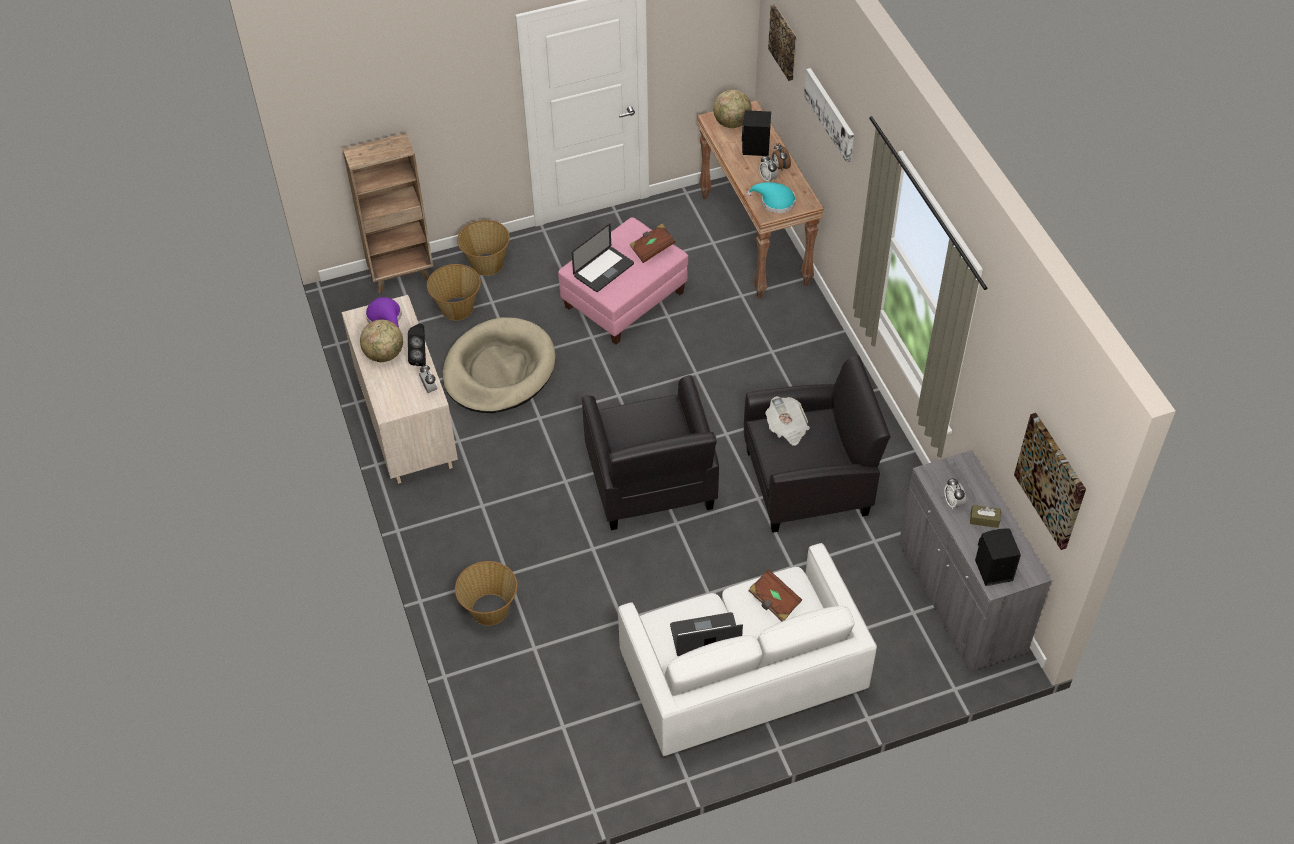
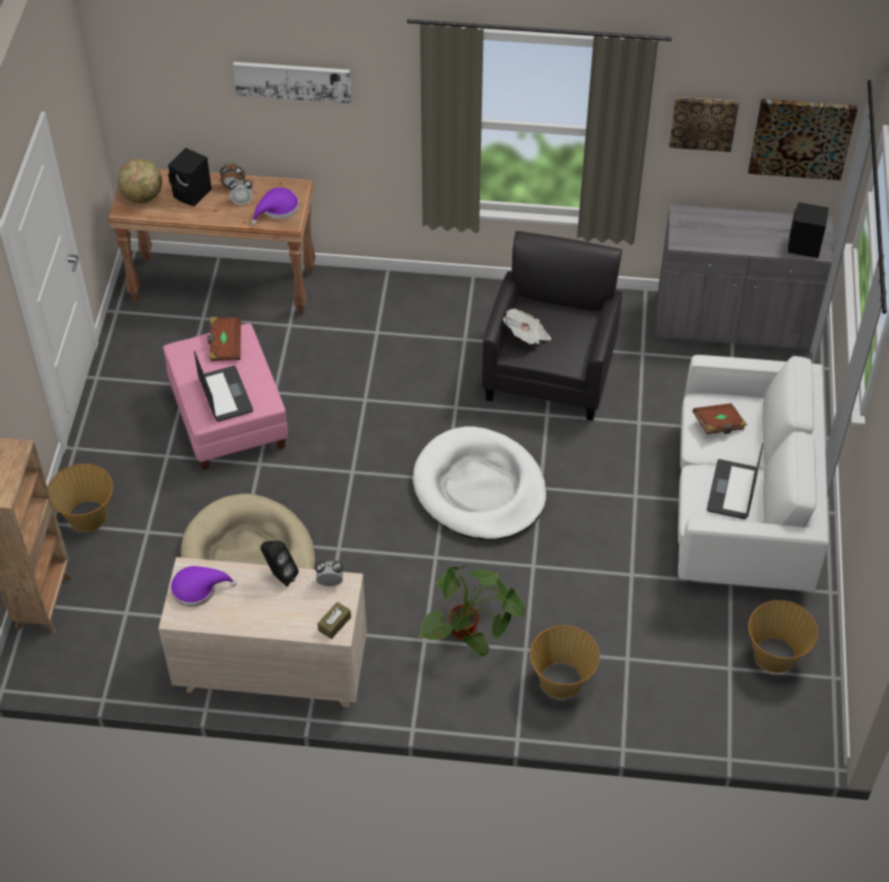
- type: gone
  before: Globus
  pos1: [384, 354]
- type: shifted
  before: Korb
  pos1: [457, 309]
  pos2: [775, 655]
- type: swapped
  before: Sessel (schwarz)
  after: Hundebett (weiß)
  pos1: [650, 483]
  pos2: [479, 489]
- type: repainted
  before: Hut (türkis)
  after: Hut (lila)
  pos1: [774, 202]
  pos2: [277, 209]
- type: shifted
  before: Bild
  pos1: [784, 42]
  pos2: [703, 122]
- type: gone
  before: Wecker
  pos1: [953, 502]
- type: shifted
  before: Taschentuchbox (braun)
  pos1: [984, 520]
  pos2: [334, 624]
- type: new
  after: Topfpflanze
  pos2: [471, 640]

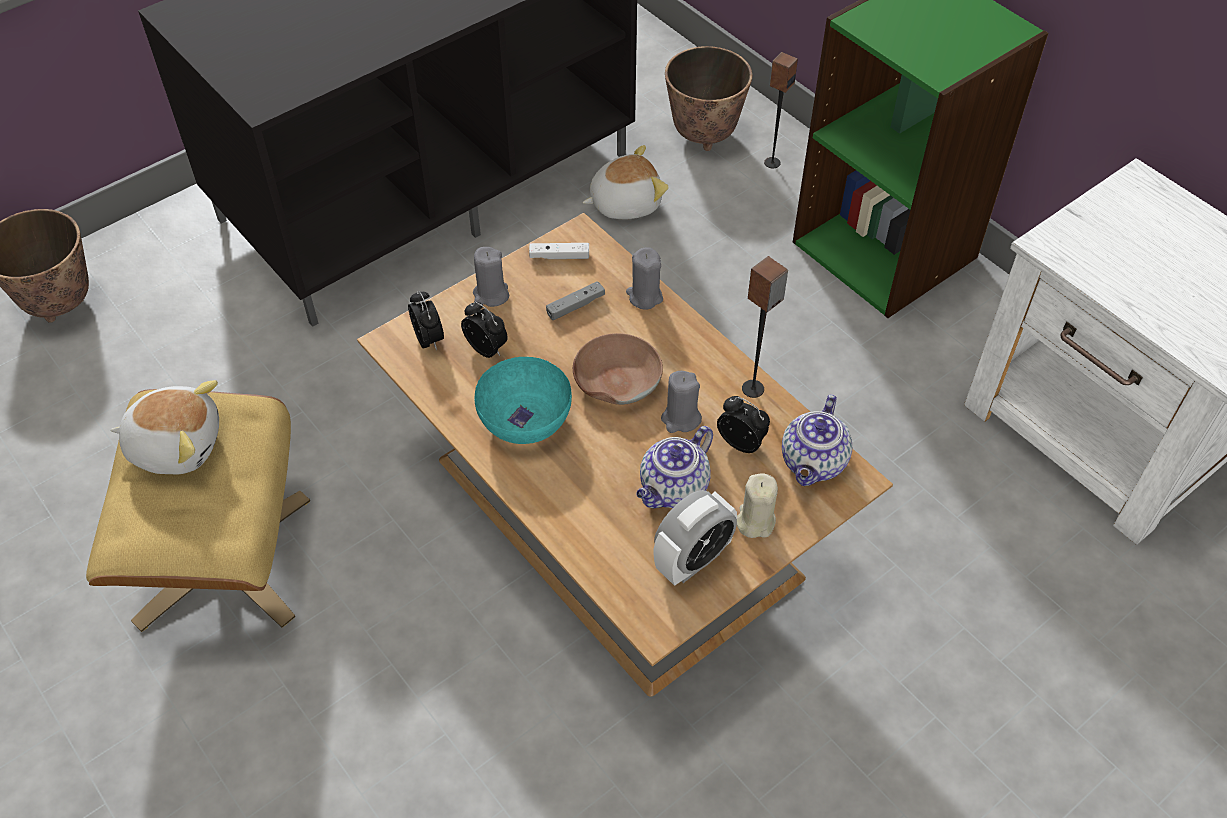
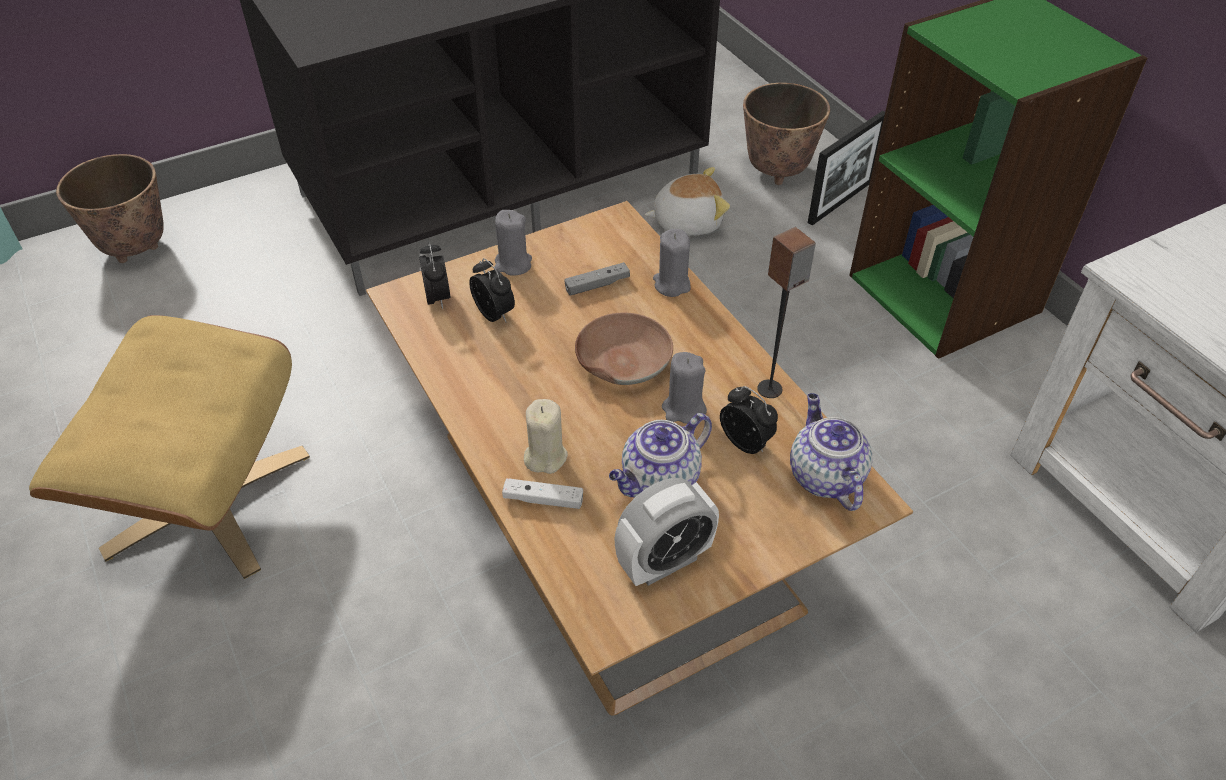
- type: gone
  before: Plüschtier
  pos1: [176, 444]
- type: gone
  before: Schüssel (türkis)
  pos1: [524, 421]
- type: shifted
  before: Gamepad (weiß)
  pos1: [559, 256]
  pos2: [543, 499]
- type: shifted
  before: Kerze (beige)
  pos1: [755, 521]
  pos2: [545, 456]
- type: swapped
  before: Lautsprecher
  after: Bilderrahmen
  pos1: [772, 162]
  pos2: [840, 202]
- type: rotated
  before: Teekanne
  pos1: [813, 463]
  pos2: [824, 476]
  turn: 135

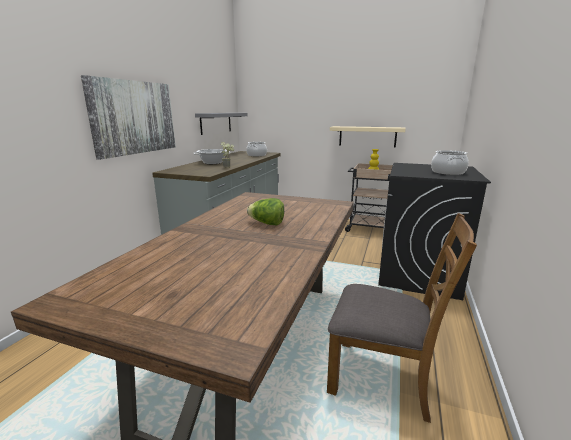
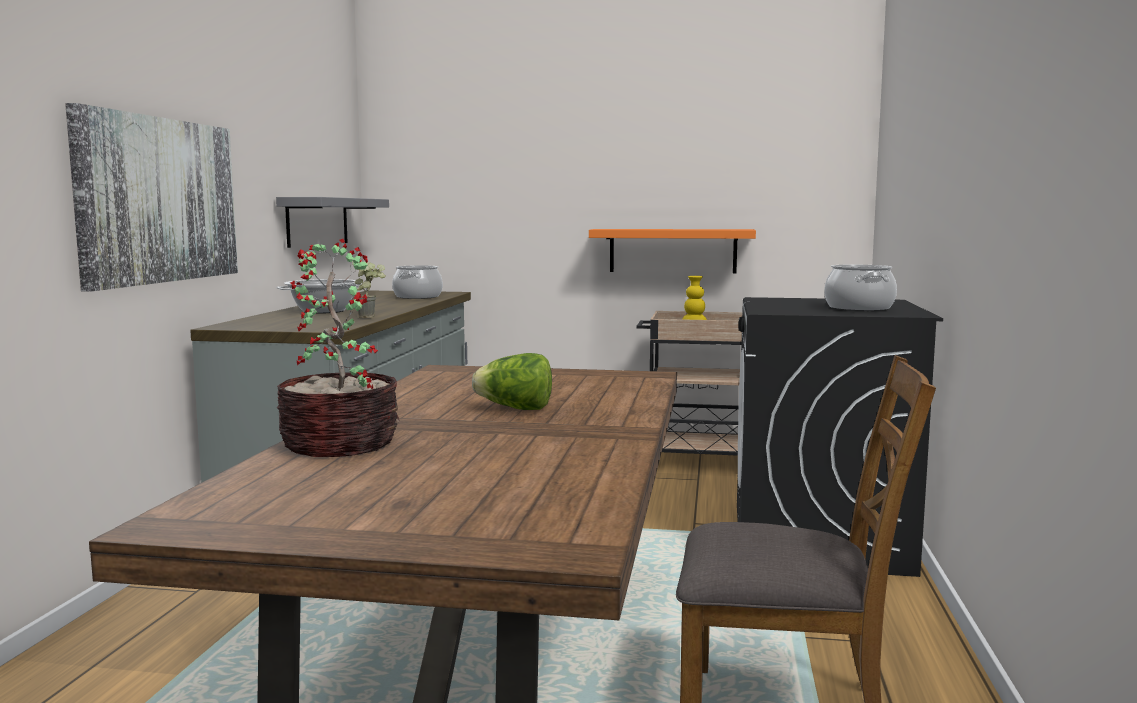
- type: repainted
  before: Wandregal (beige)
  after: Wandregal (orange)
  pos1: [367, 136]
  pos2: [672, 250]
- type: new
  after: Topfpflanze
  pos2: [338, 443]

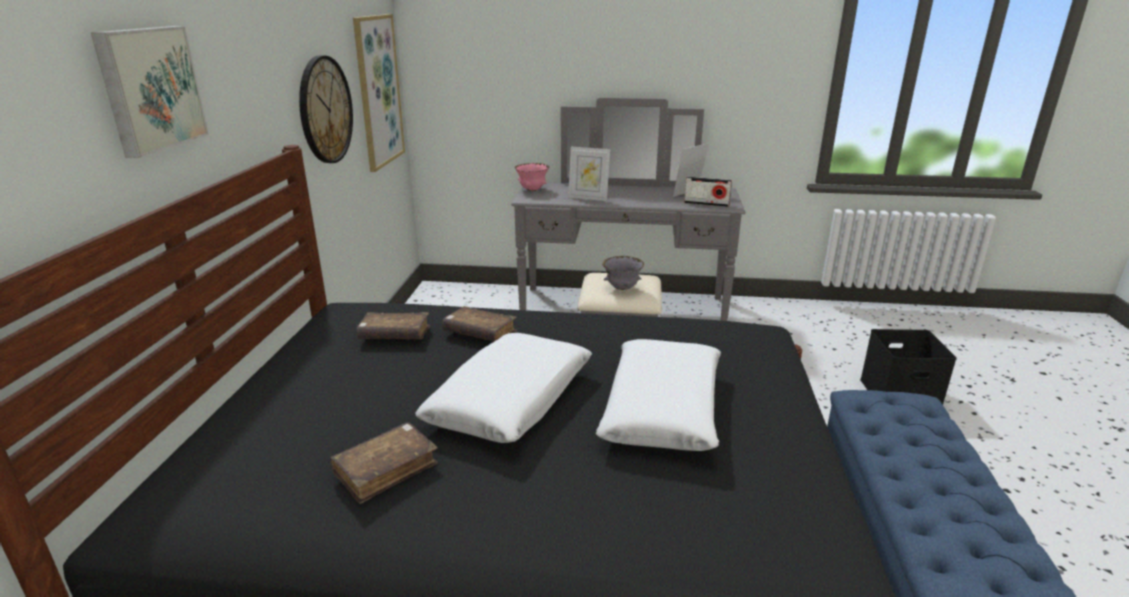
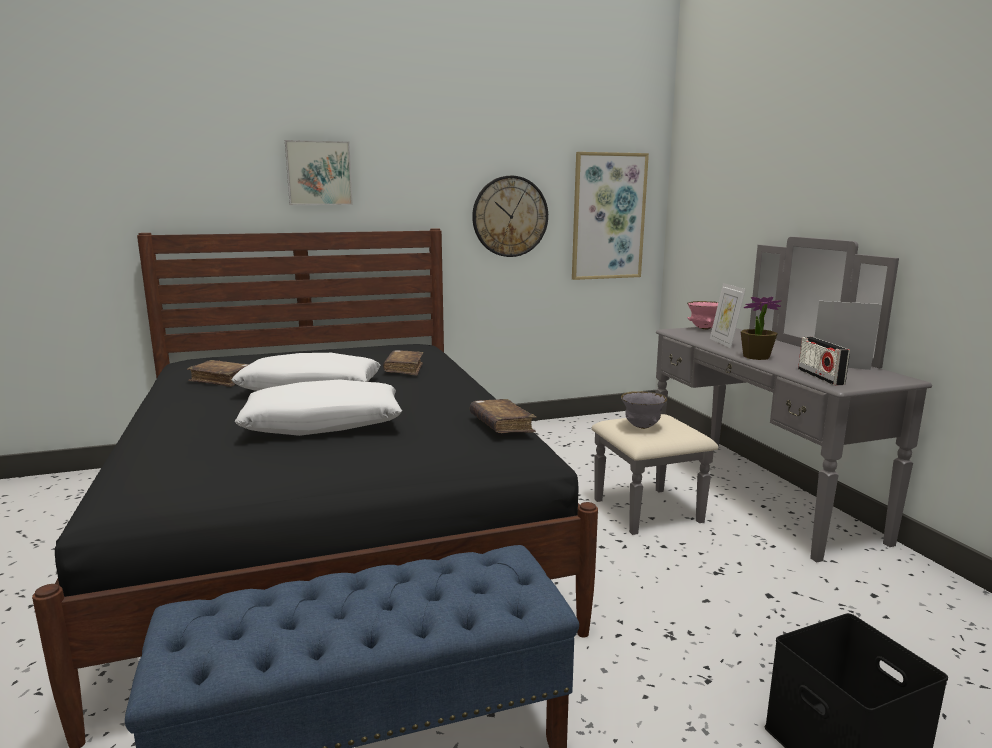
- type: shifted
  before: Buch (braun)
  pos1: [394, 335]
  pos2: [501, 425]
- type: new
  after: Topfpflanze
  pos2: [756, 357]

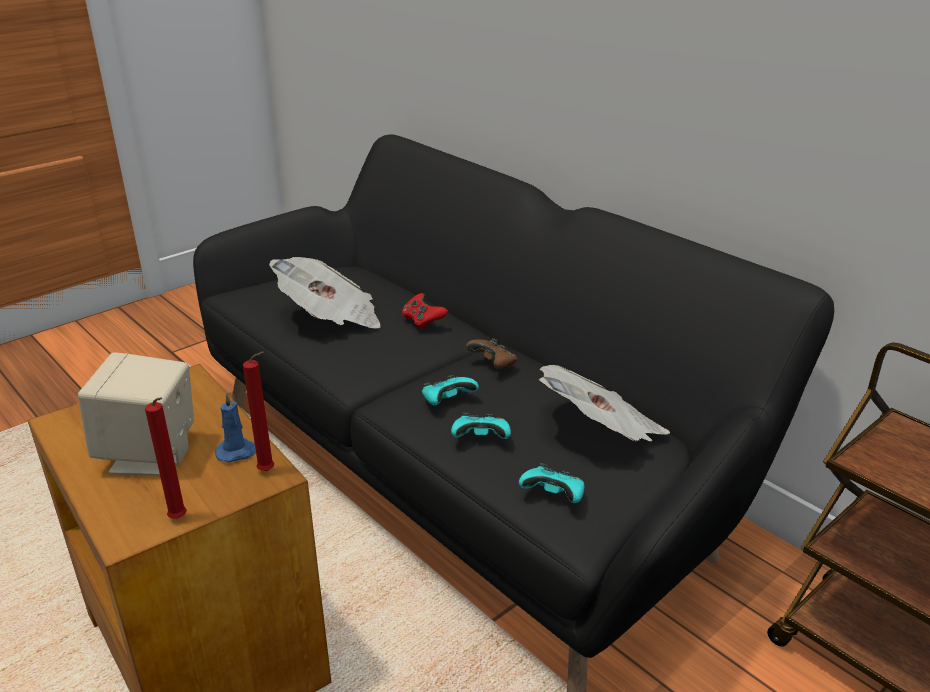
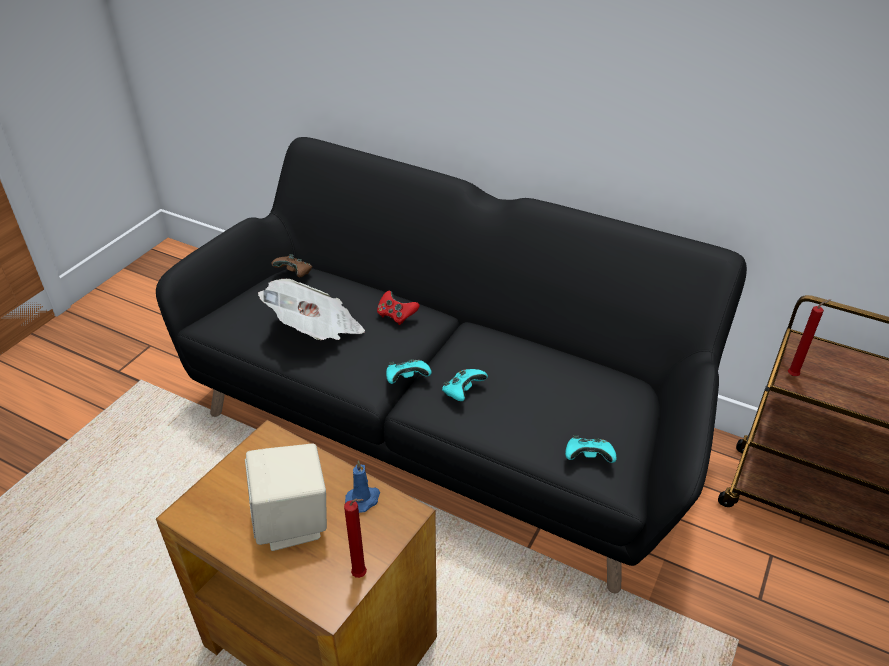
- type: shifted
  before: Kerze (rot)
  pos1: [269, 471]
  pos2: [794, 375]
- type: shifted
  before: Gamepad (türkis)
  pos1: [481, 439]
  pos2: [407, 379]
- type: shifted
  before: Gamepad (braun)
  pos1: [493, 365]
  pos2: [295, 274]
- type: gone
  before: Zeitung
  pos1: [602, 433]

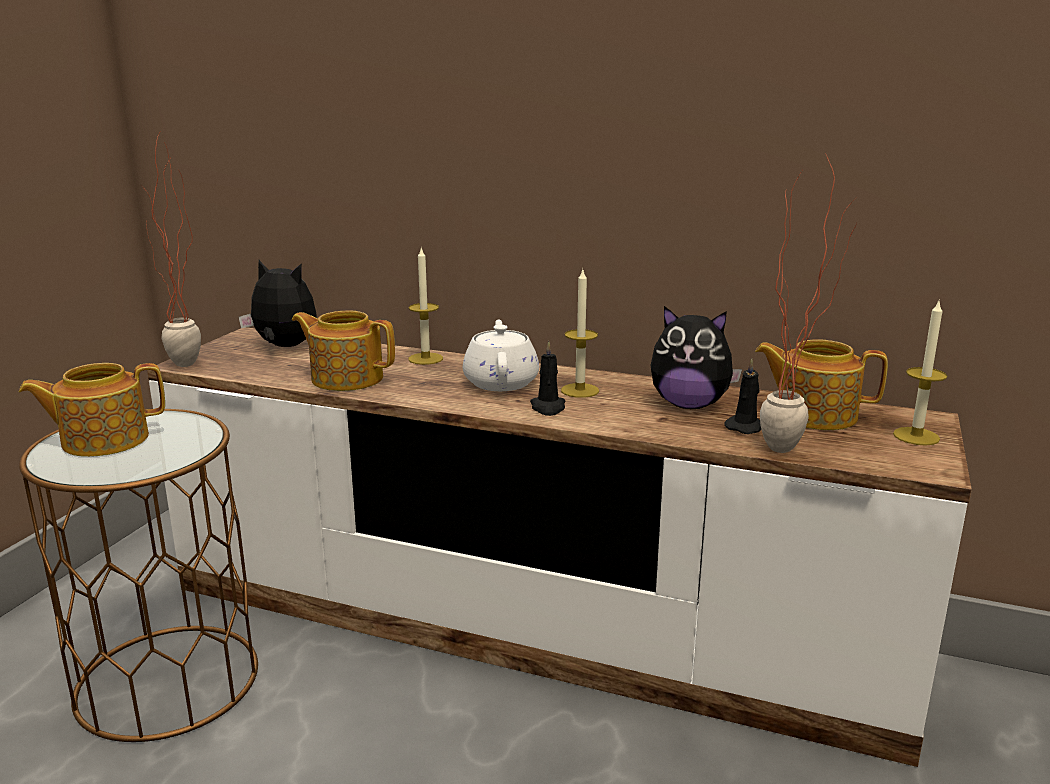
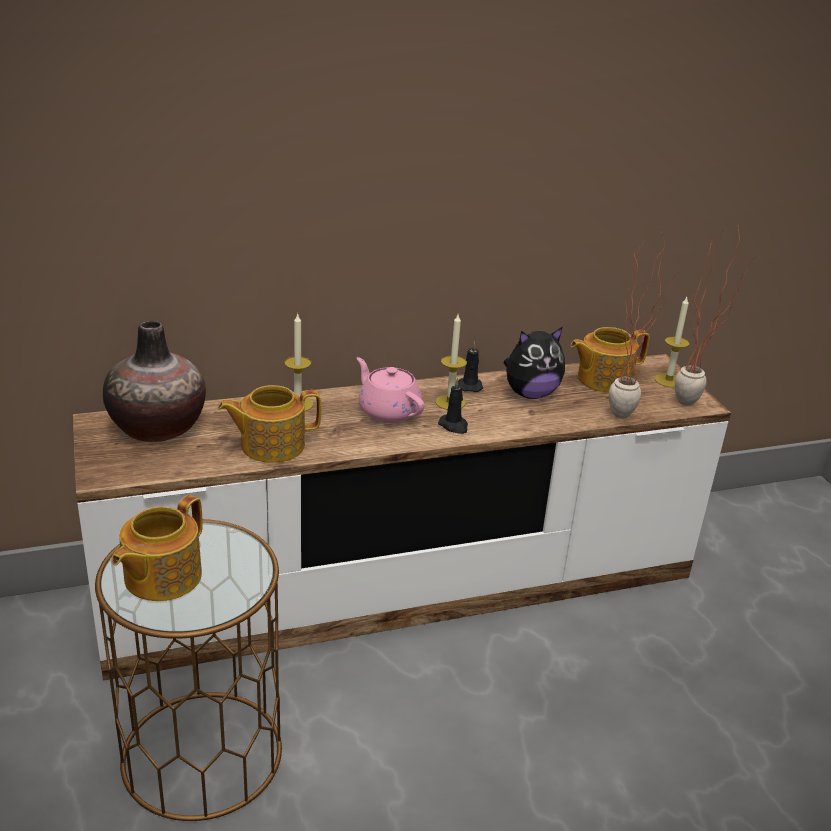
- type: shifted
  before: Topfpflanze
  pos1: [186, 368]
  pos2: [695, 405]
- type: swapped
  before: Plüschtier
  after: Vase
  pos1: [283, 347]
  pos2: [158, 427]
- type: repainted
  before: Teekanne (weiß)
  after: Teekanne (rosa)
  pos1: [501, 382]
  pos2: [388, 411]
- type: shifted
  before: Kerze (schwarz)
  pos1: [746, 427]
  pos2: [469, 386]

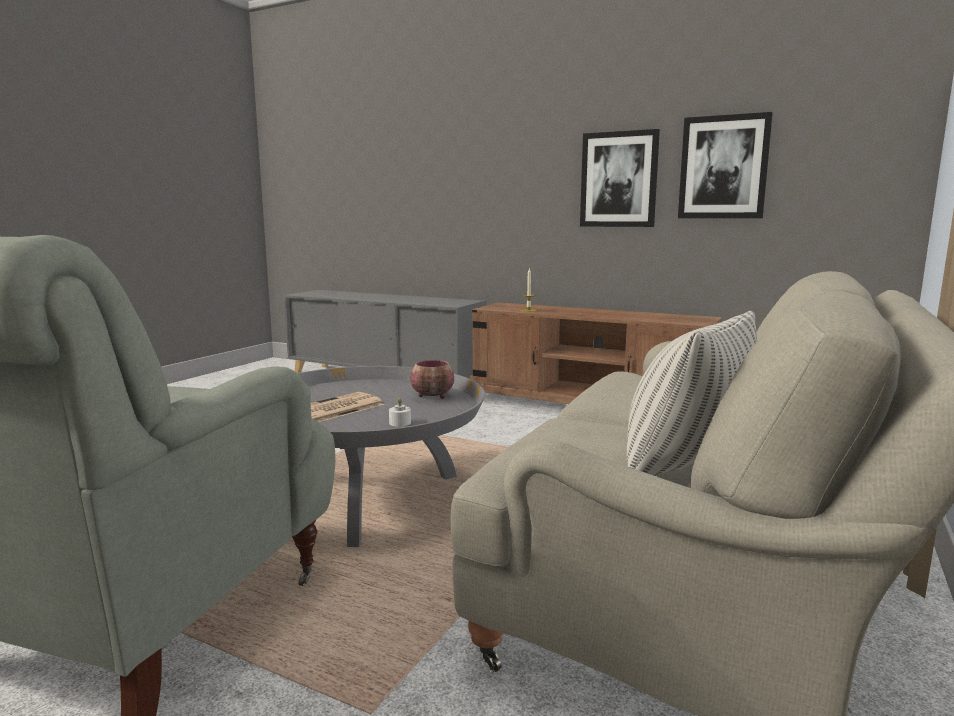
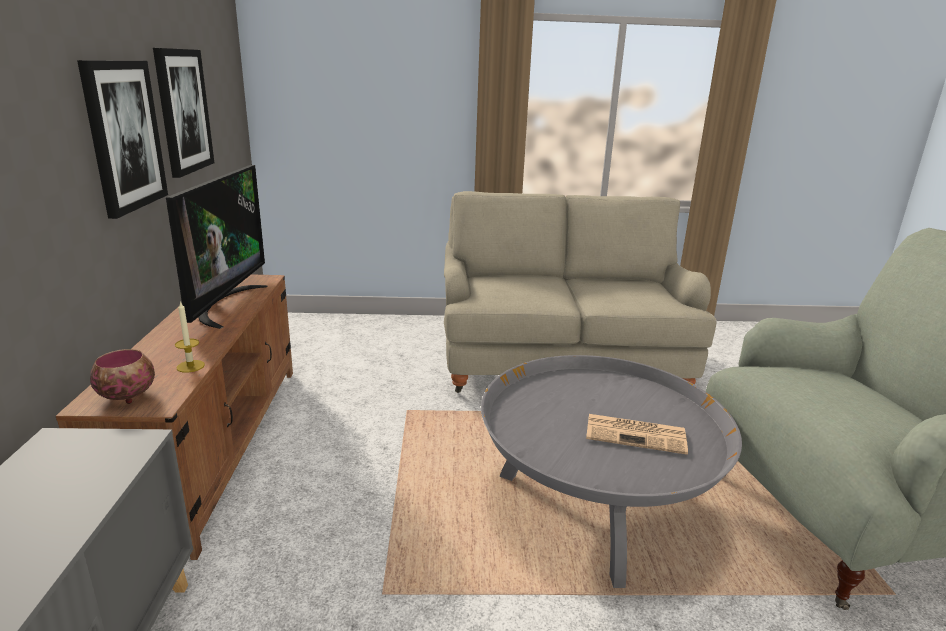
- type: gone
  before: Kerze (weiß)
  pos1: [400, 423]
- type: shifted
  before: Schüssel
  pos1: [433, 396]
  pos2: [128, 396]
- type: gone
  before: Kissen
  pos1: [683, 467]
- type: new
  after: Fernseher
  pos2: [224, 305]

